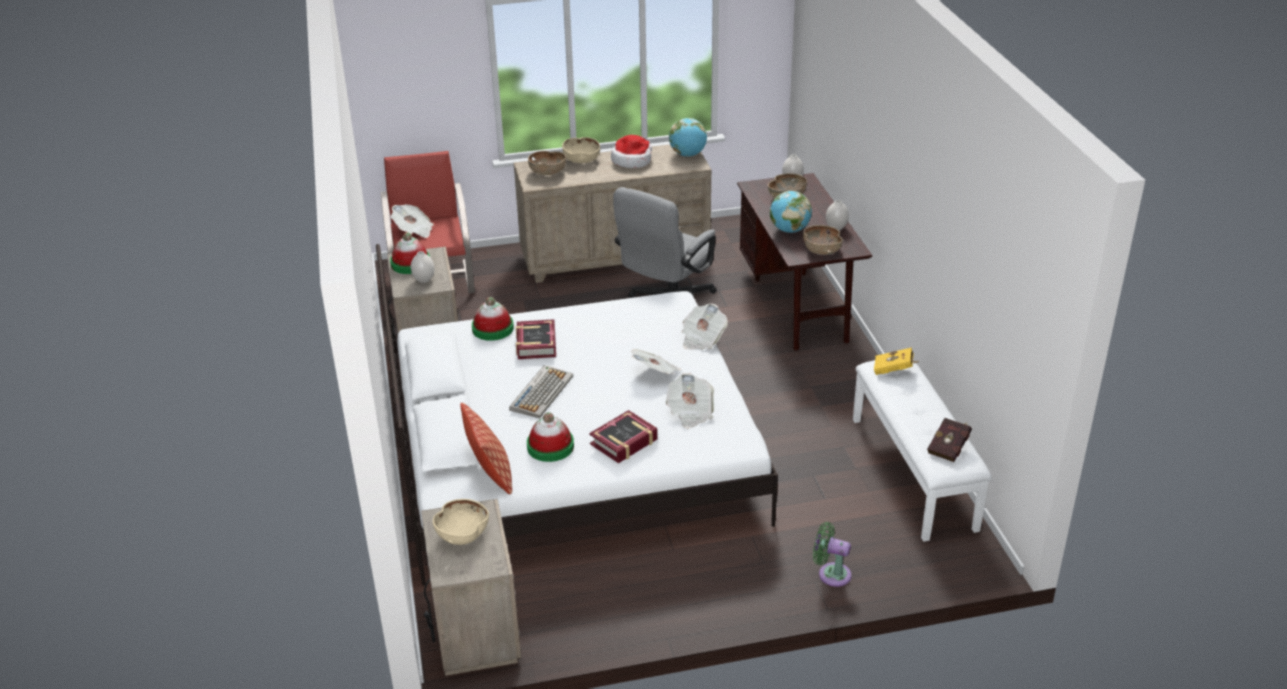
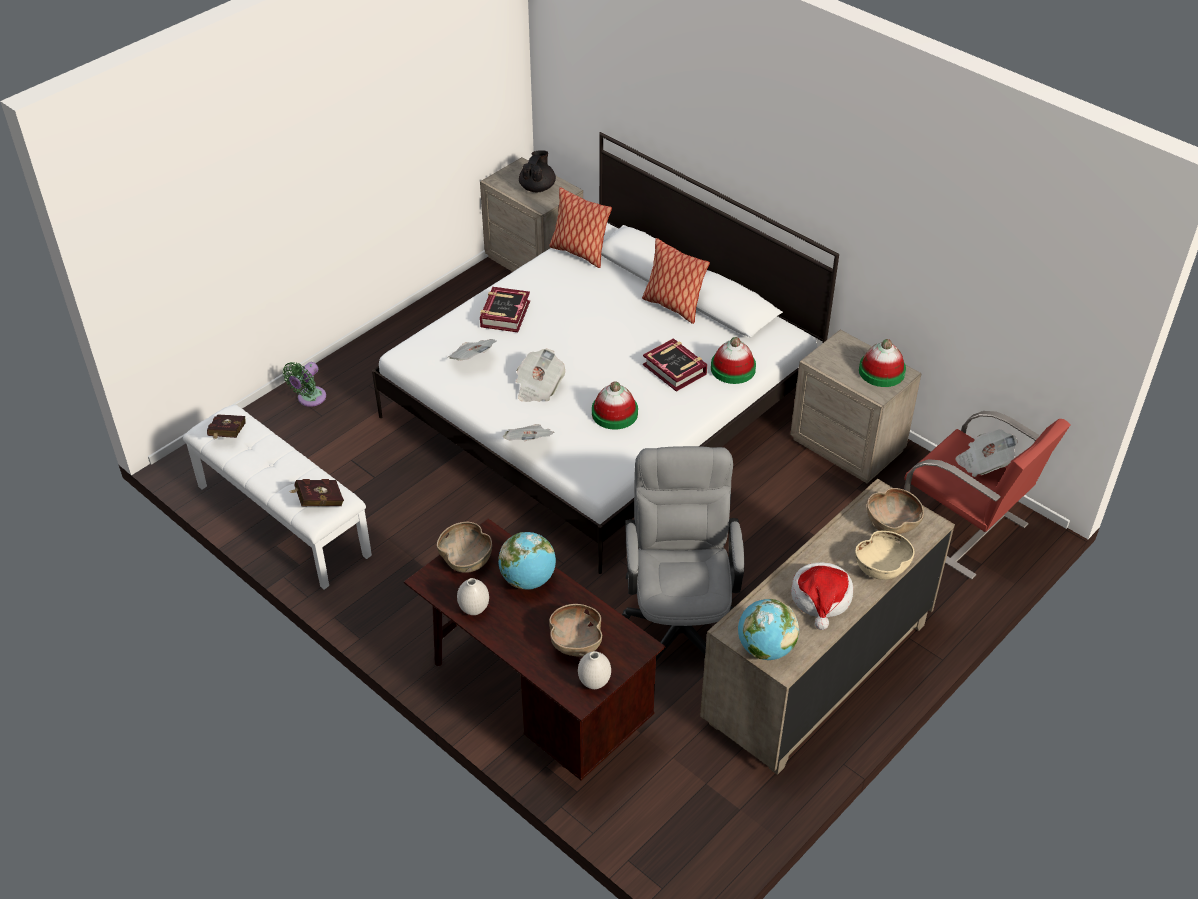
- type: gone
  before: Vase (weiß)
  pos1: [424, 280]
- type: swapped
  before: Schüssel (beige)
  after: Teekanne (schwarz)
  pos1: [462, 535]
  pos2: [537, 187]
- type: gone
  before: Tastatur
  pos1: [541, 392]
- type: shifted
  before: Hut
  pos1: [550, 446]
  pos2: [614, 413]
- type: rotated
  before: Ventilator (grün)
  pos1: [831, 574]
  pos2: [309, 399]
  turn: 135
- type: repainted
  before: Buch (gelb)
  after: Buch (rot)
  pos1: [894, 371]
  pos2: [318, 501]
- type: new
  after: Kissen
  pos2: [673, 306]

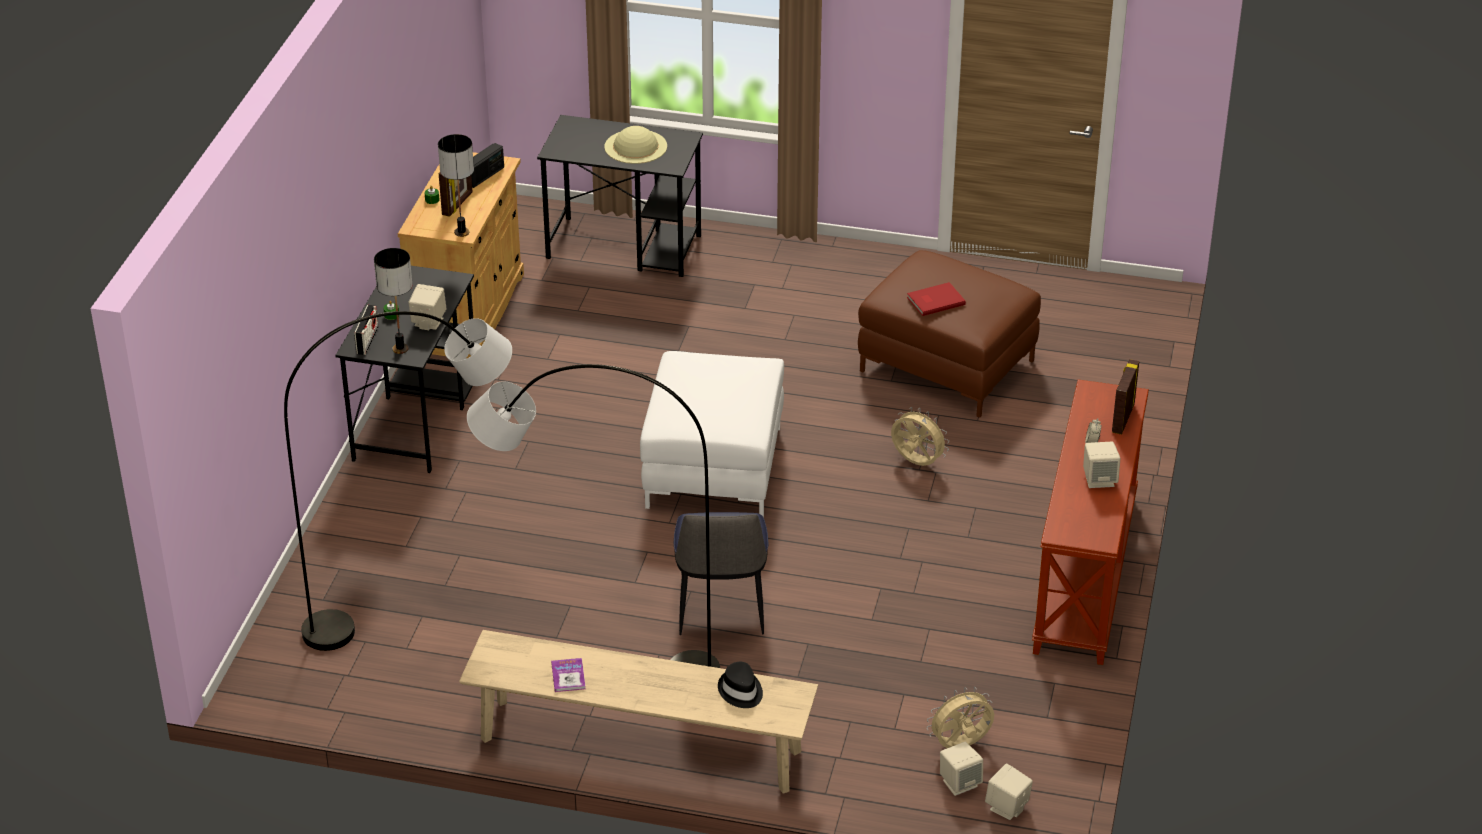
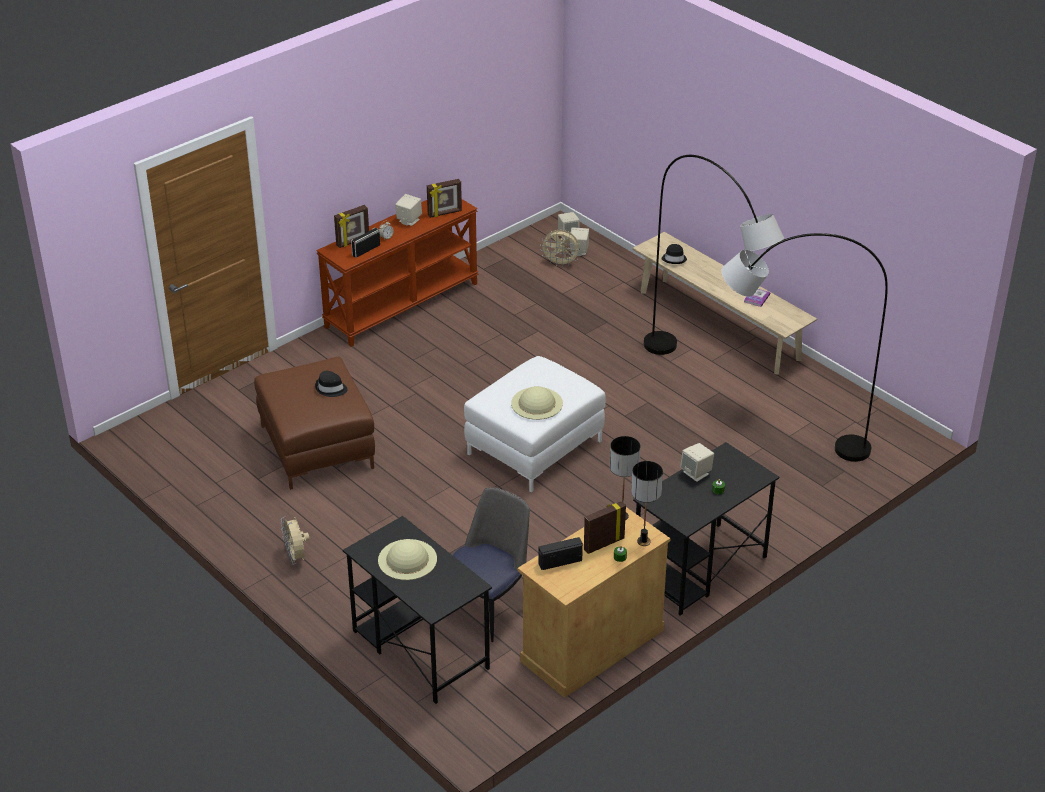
- type: shifted
  before: Radio
  pos1: [367, 340]
  pos2: [366, 250]
- type: shifted
  before: Tischlampe
  pos1: [401, 349]
  pos2: [643, 541]
- type: shifted
  before: Stuhl
  pos1: [721, 608]
  pos2: [488, 608]
- type: shifted
  before: Ventilator (beige)
  pos1: [916, 463]
  pos2: [296, 558]
- type: swapped
  before: Buch (rot)
  after: Hut (schwarz)
  pos1: [934, 300]
  pos2: [331, 389]
- type: new
  after: Bilderrahmen
  pos2: [445, 213]
- type: new
  after: Hut (beige)
  pos2: [536, 403]

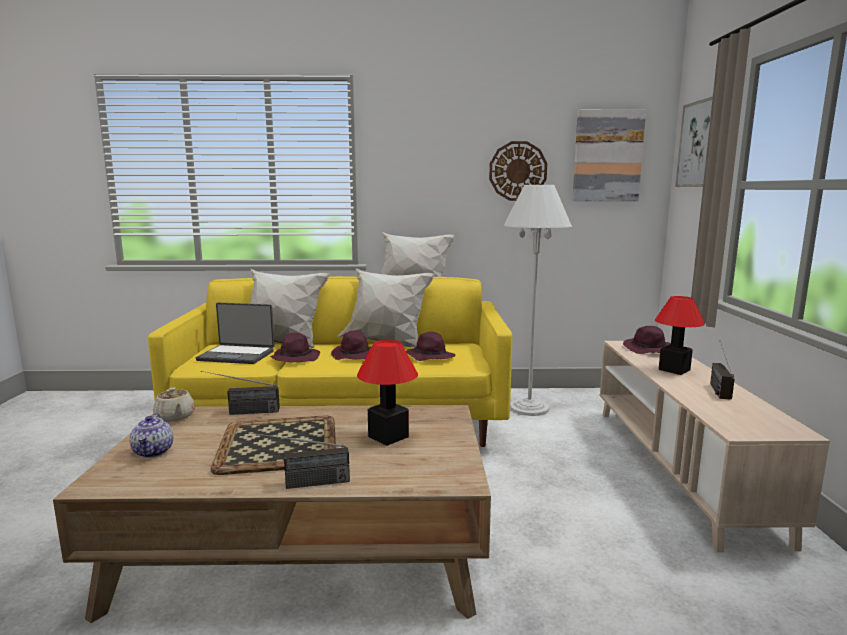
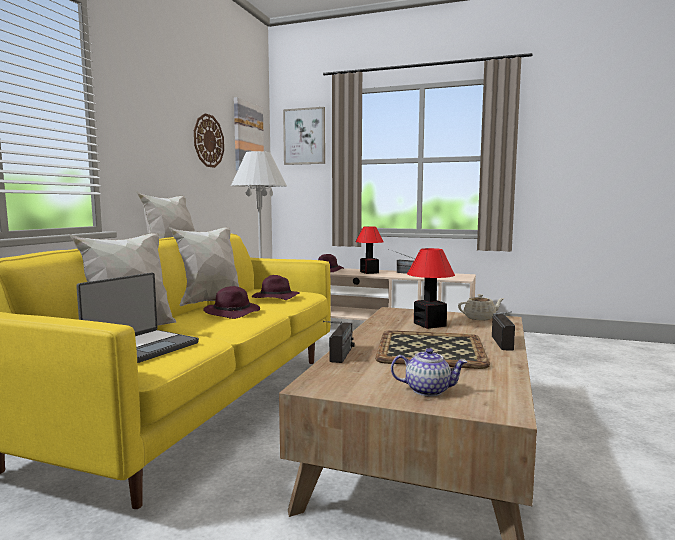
- type: shifted
  before: Teekanne (beige)
  pos1: [175, 417]
  pos2: [480, 318]
- type: gone
  before: Hut (lila)
  pos1: [295, 358]

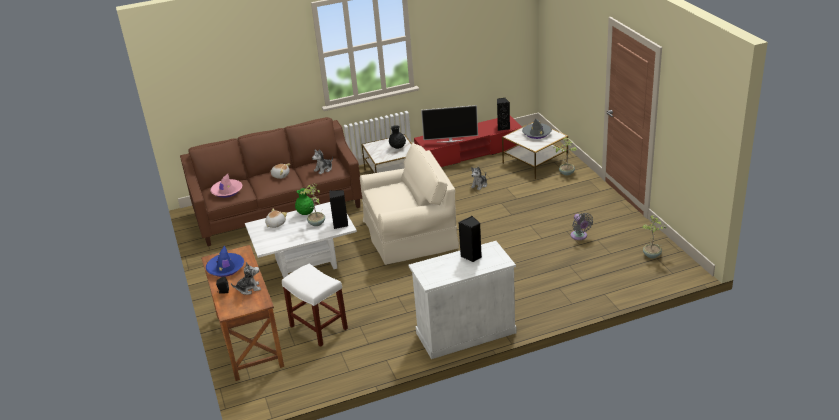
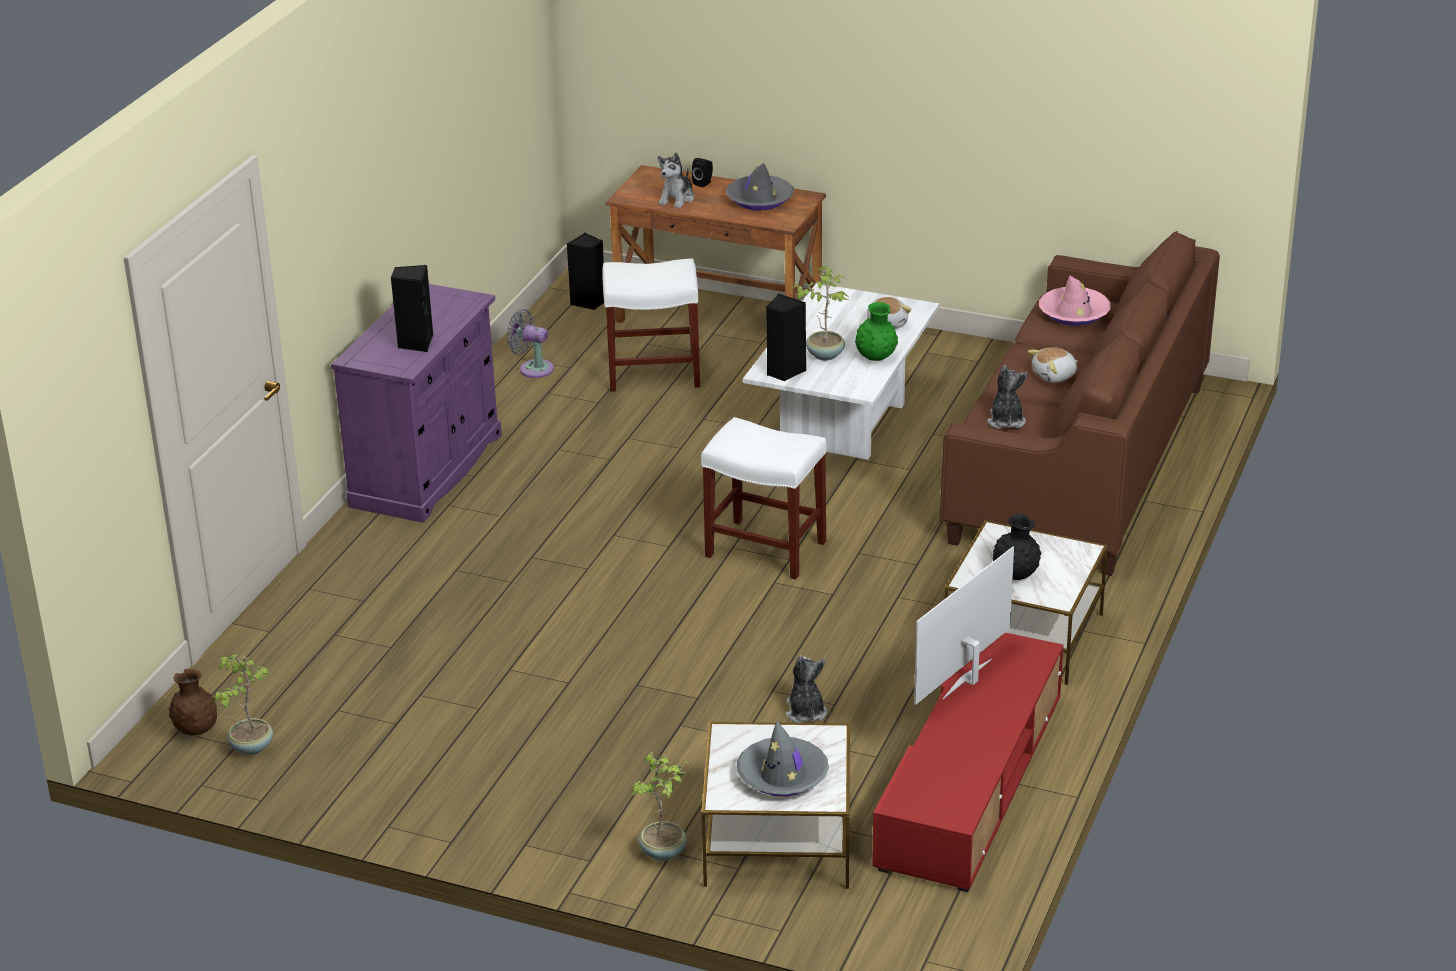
- type: repainted
  before: Hut (blau)
  after: Hut (grau)
  pos1: [225, 268]
  pos2: [759, 199]
- type: swapped
  before: Sessel (beige)
  after: Hocker (weiß)
  pos1: [410, 234]
  pos2: [764, 549]
- type: repainted
  before: Schrank (weiß)
  after: Schrank (lila)
  pos1: [465, 332]
  pos2: [427, 470]
- type: shifted
  before: Lautsprecher (schwarz)
  pos1: [503, 127]
  pos2: [589, 302]
- type: shifted
  before: Ventilator (grau)
  pos1: [579, 236]
  pos2: [533, 368]
- type: new
  after: Vase (braun)
  pos2: [196, 730]

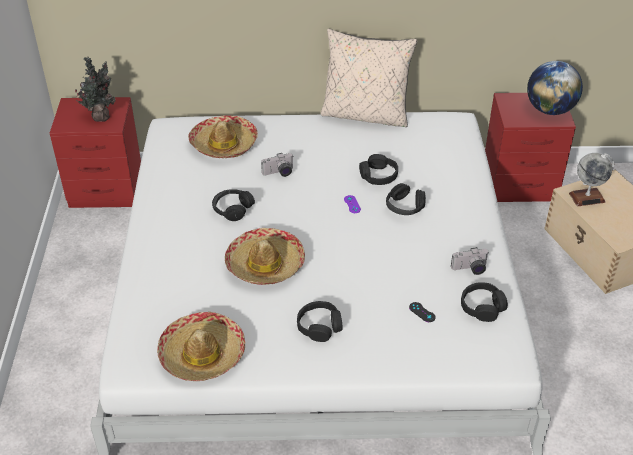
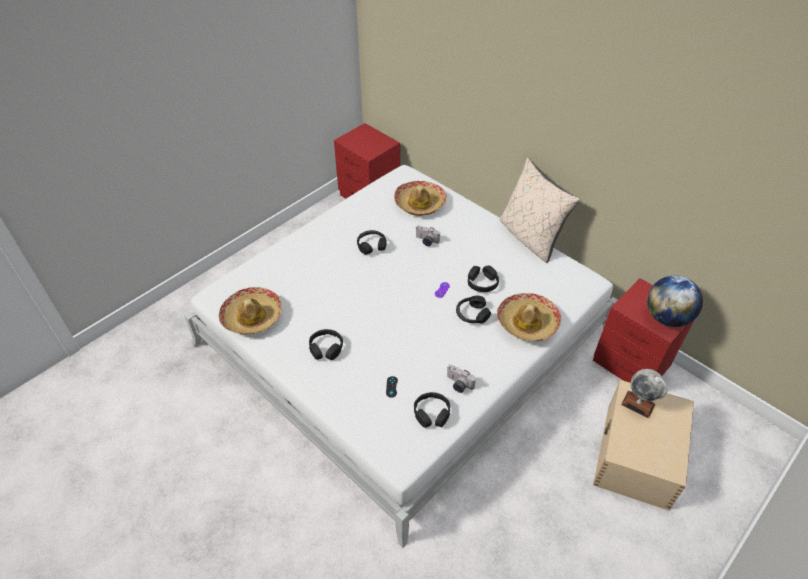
- type: gone
  before: Topfpflanze
  pos1: [101, 116]
- type: shifted
  before: Hut
  pos1: [265, 264]
  pos2: [527, 322]

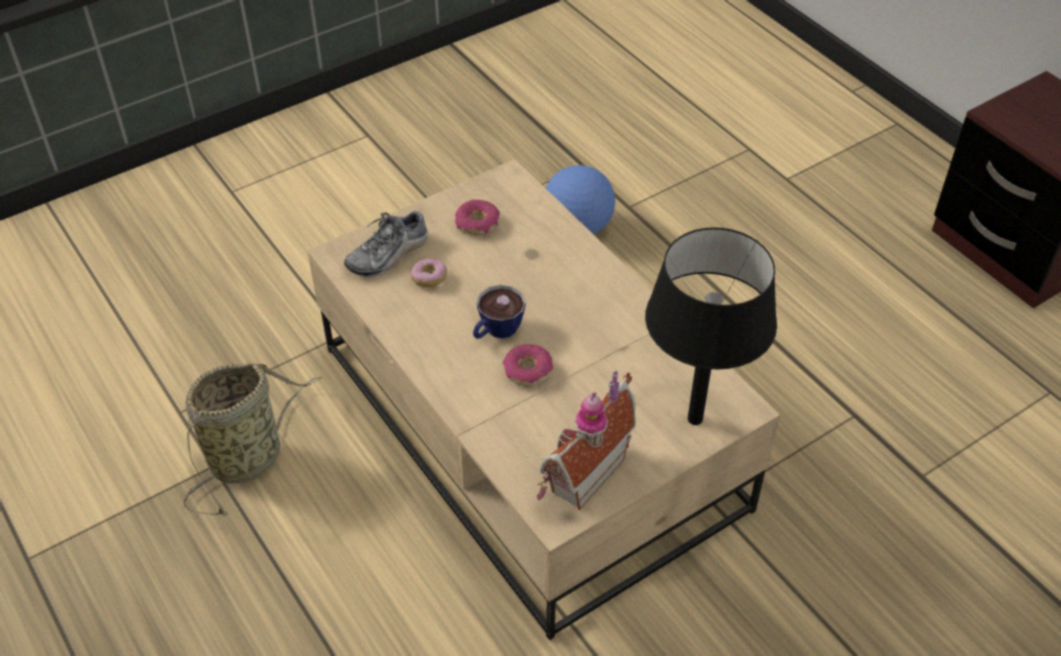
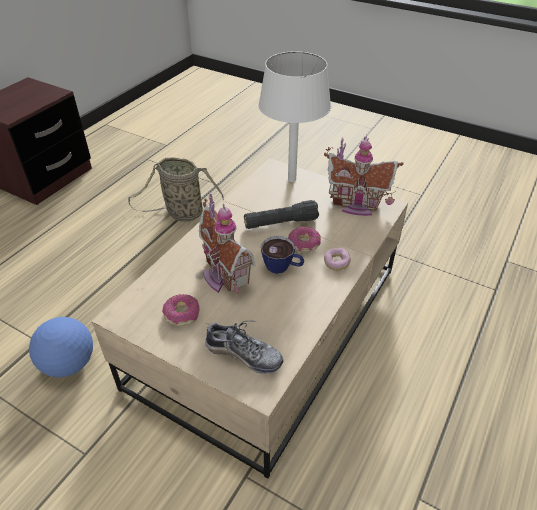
- type: shifted
  before: Korb
  pos1: [250, 457]
  pos2: [182, 213]
- type: shifted
  before: Donut
  pos1: [429, 278]
  pos2: [336, 263]
- type: repainted
  before: Tischlampe (schwarz)
  after: Tischlampe (weiß)
  pos1: [694, 419]
  pos2: [292, 179]
- type: new
  after: Spielzeughaus
  pos2: [223, 275]
- type: new
  after: Taschenlampe (schwarz)
  pos2: [281, 223]

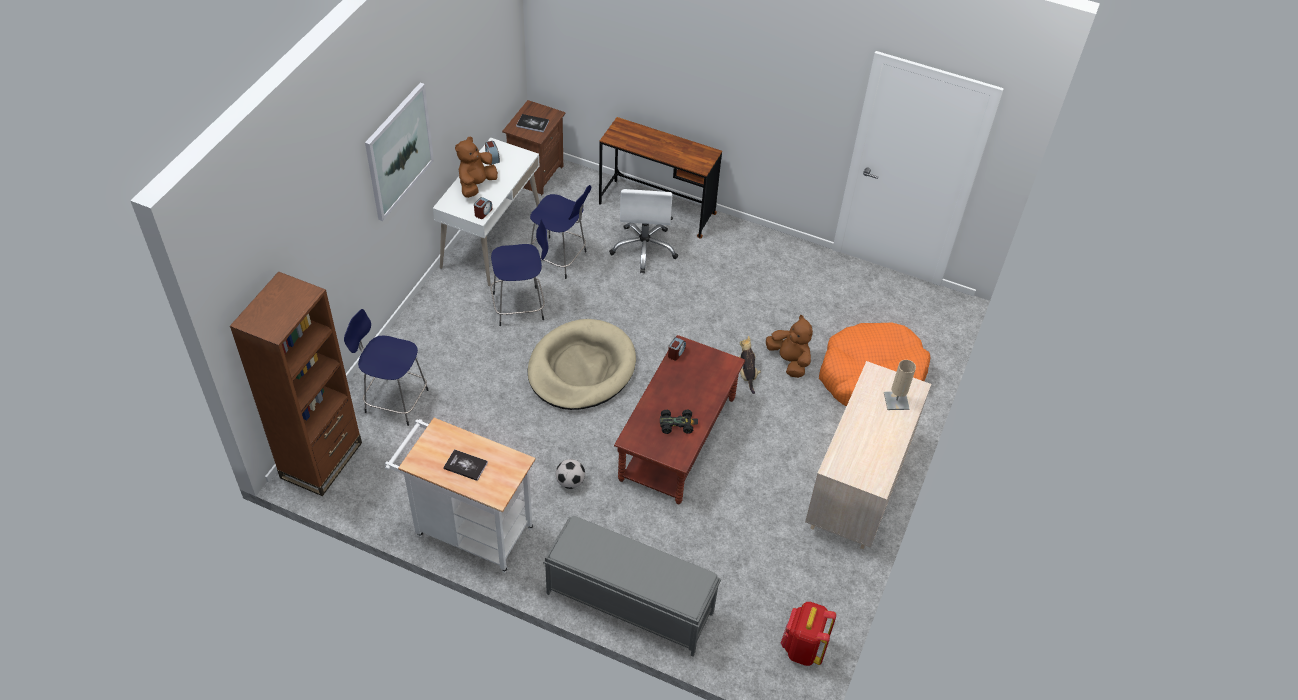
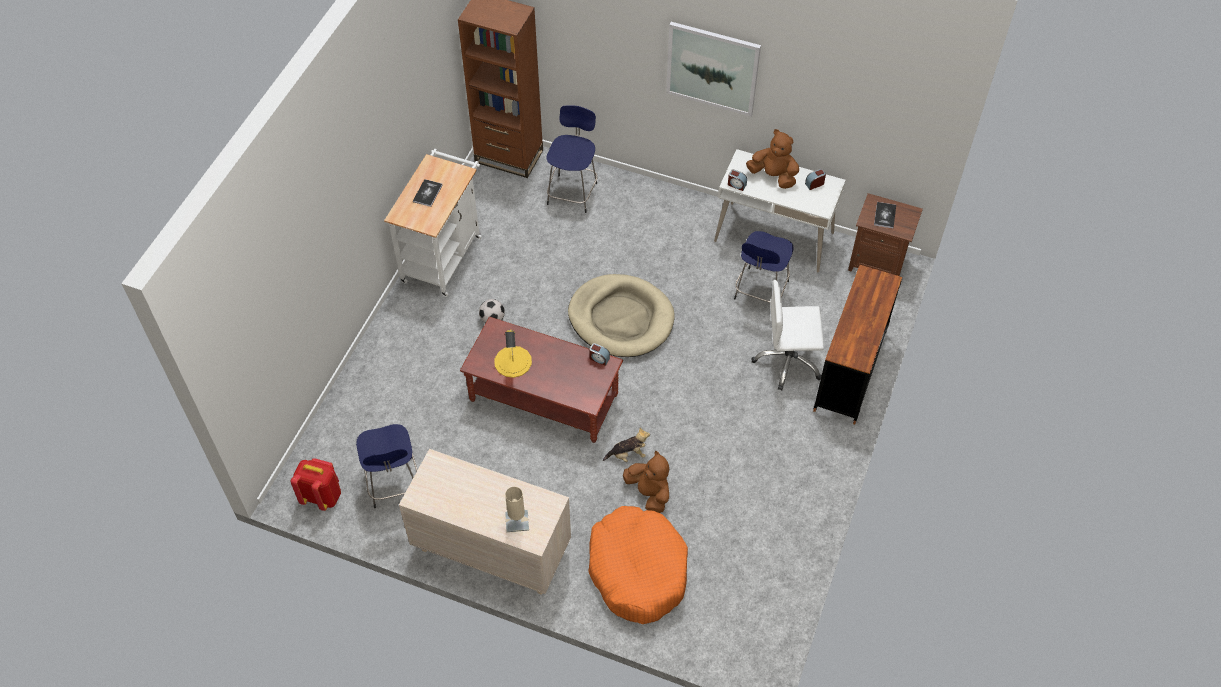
- type: shifted
  before: Hocker (blau)
  pos1: [520, 306]
  pos2: [394, 484]
- type: gone
  before: Bank (grau)
  pos1: [628, 602]
- type: swapped
  before: Spielzeugauto (schwarz)
  after: Tischlampe (gelb)
  pos1: [677, 424]
  pos2: [513, 362]
- type: rotated
  before: Plüschtier (braun)
  pos1: [789, 361]
  pos2: [649, 493]
  turn: -90

